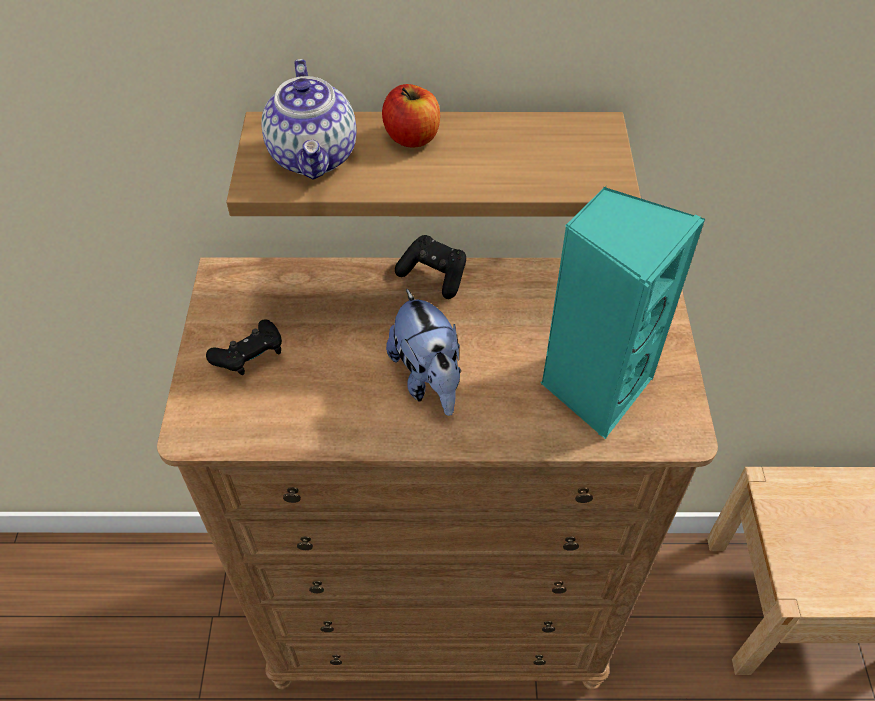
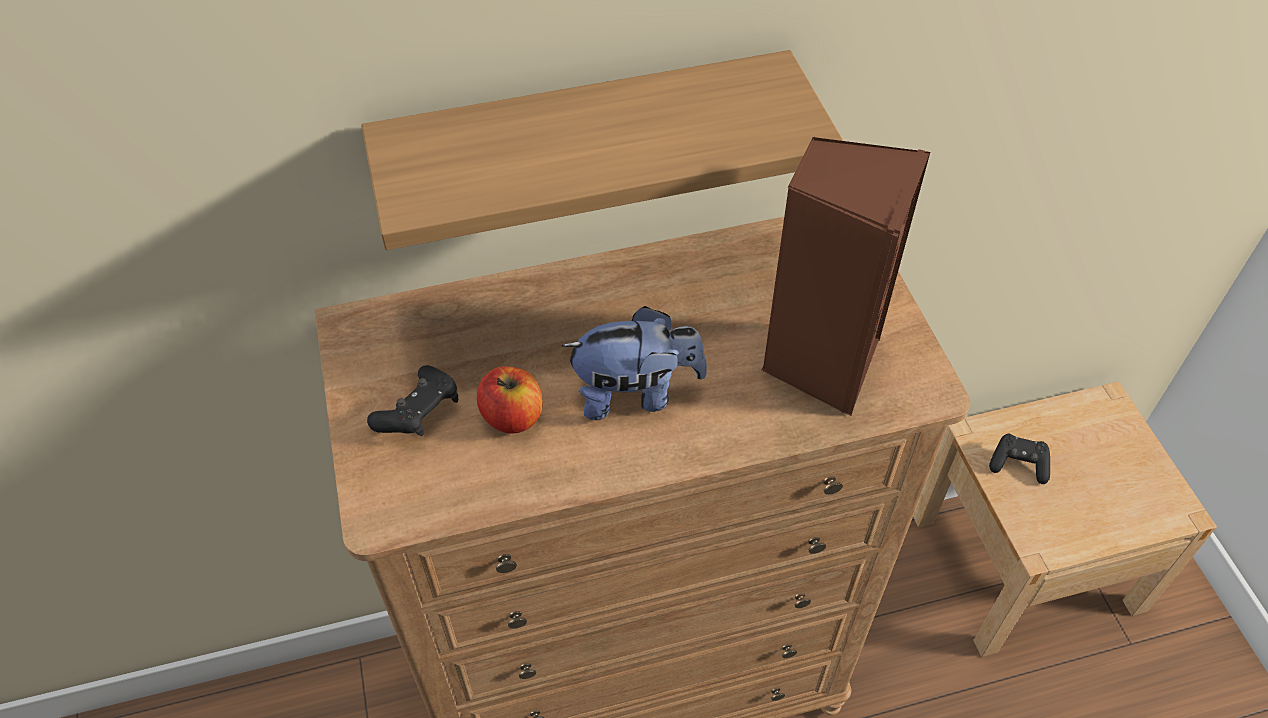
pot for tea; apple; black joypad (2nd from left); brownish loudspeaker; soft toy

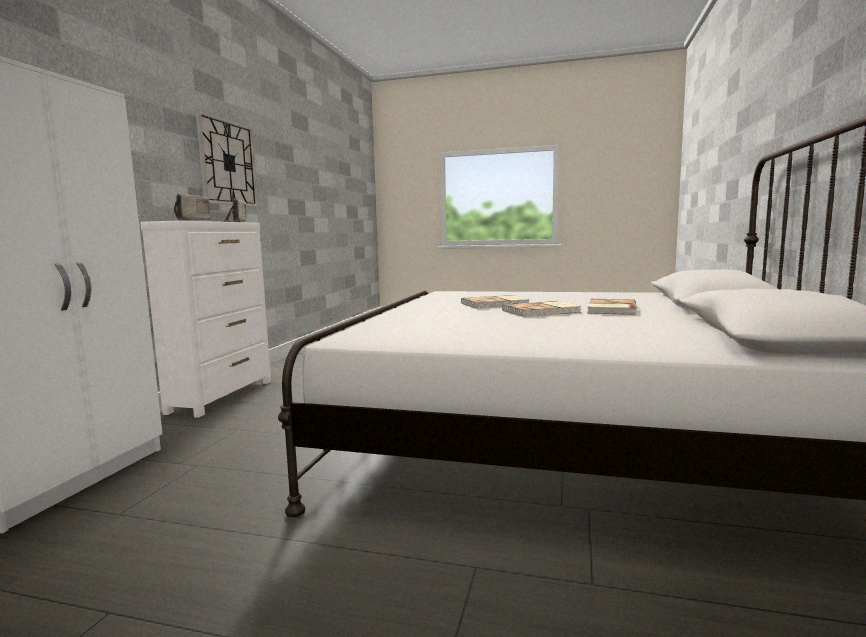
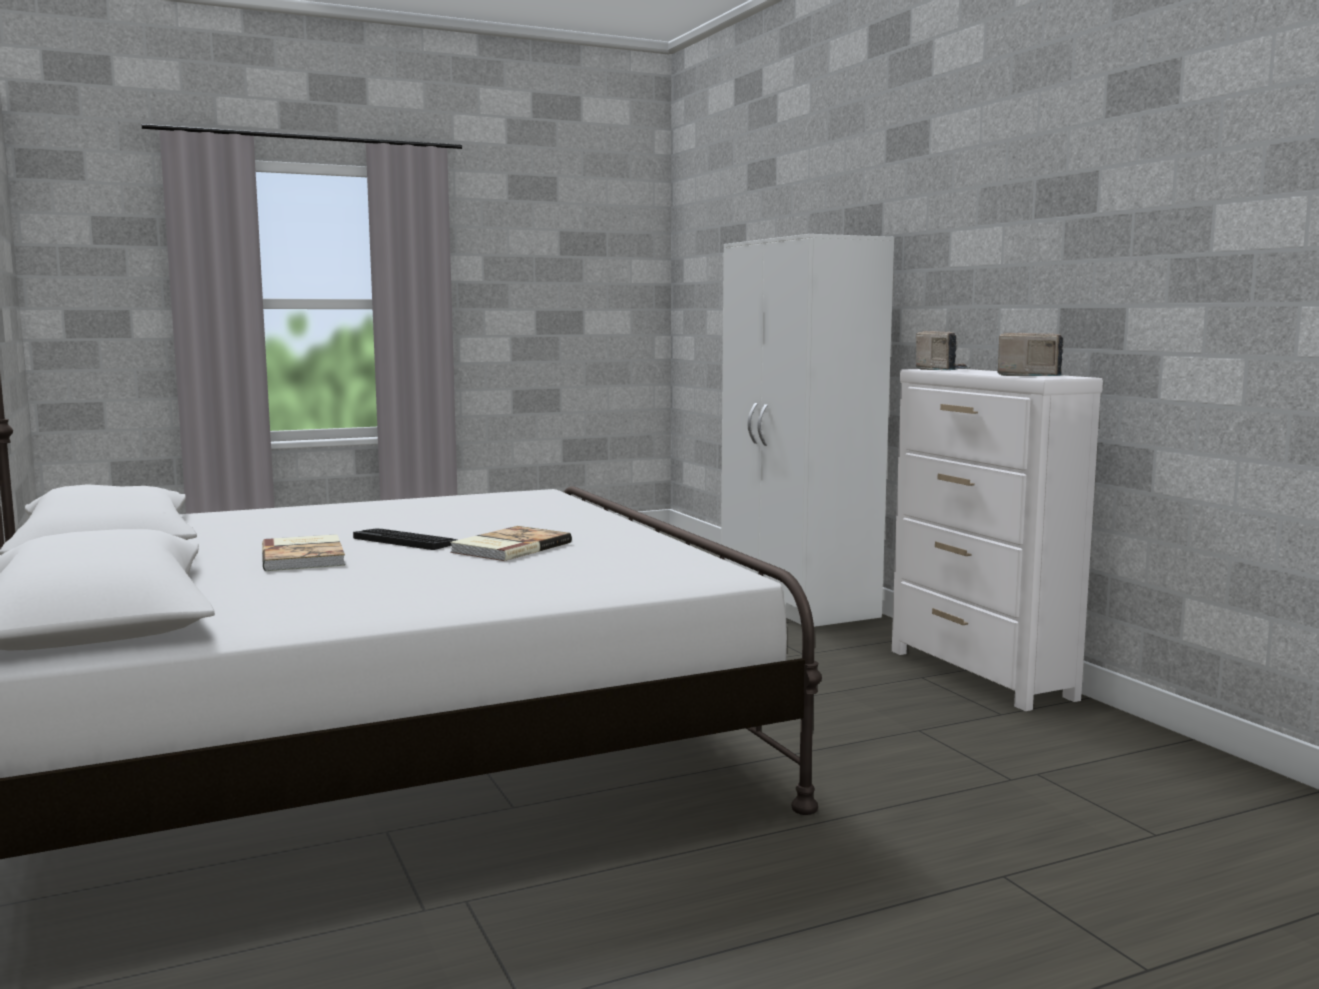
clock on the wall; PC keyboard

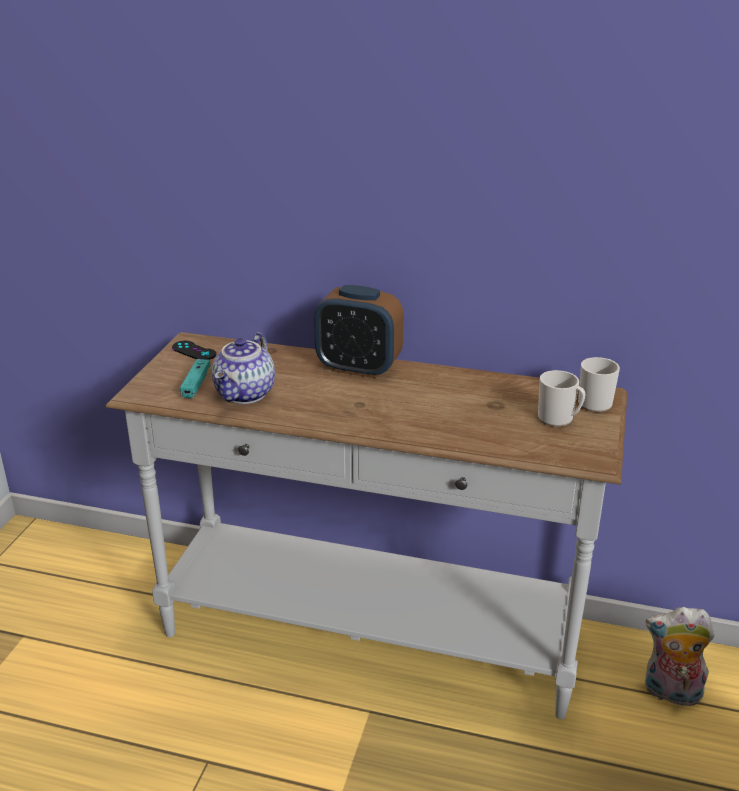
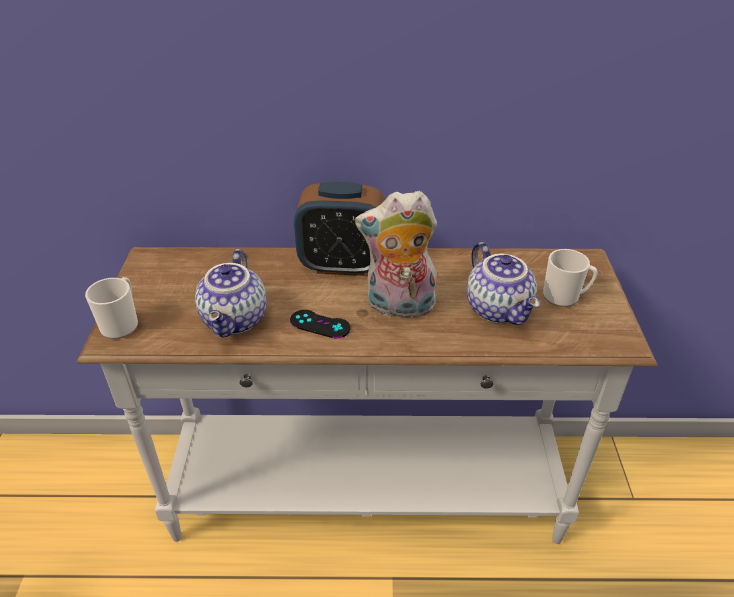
blue-green joypad; pot for tea (2nd from left); black joypad; coffee mug (1st from left); soft toy

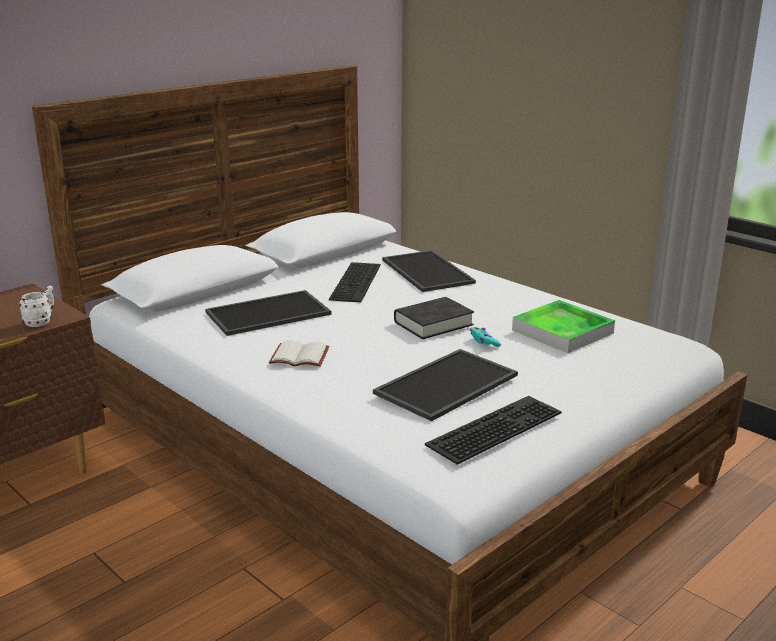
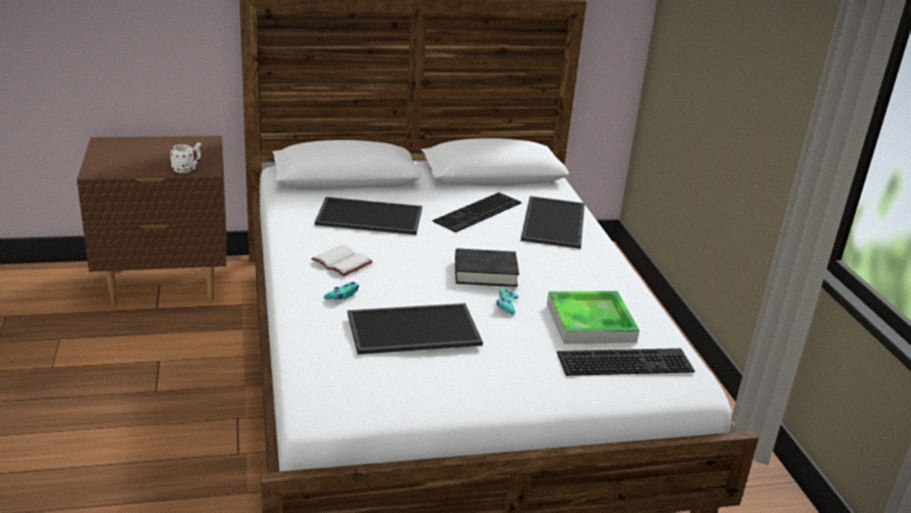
blue-green joypad (1st from left); PC keyboard (2nd from left)

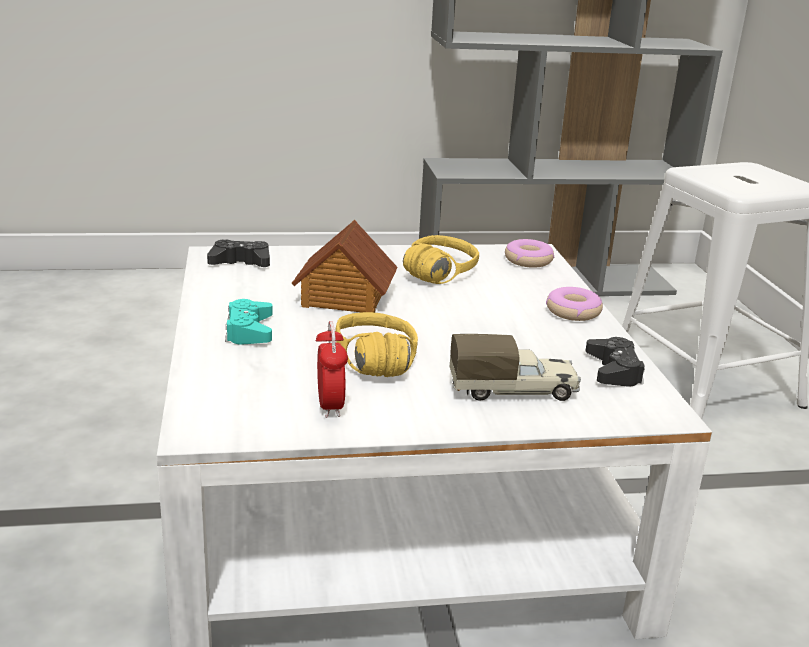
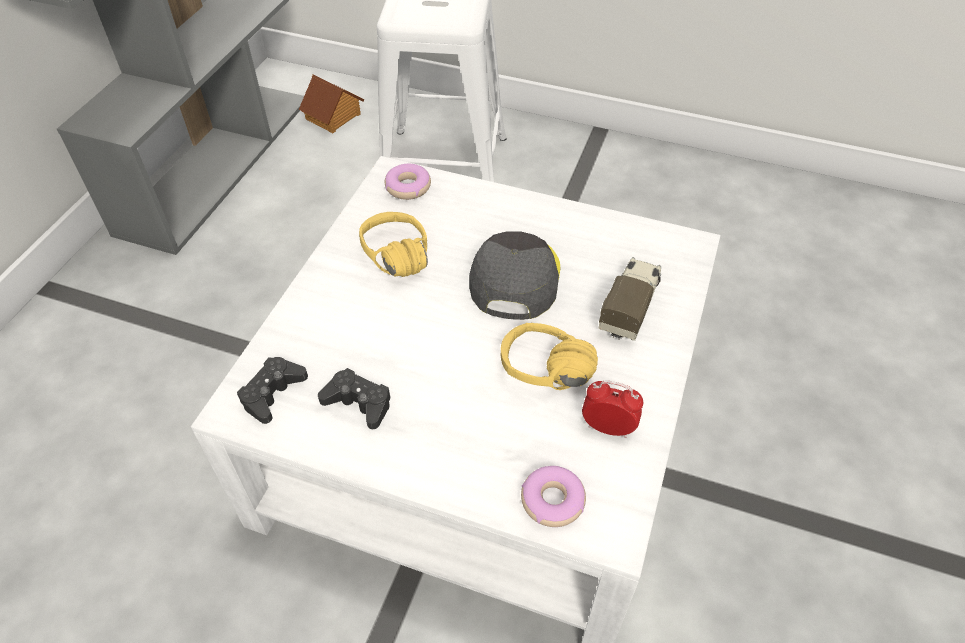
blue-green joypad; gray peaked cap; model house; ring doughnut (2nd from left); black joypad (2nd from left)

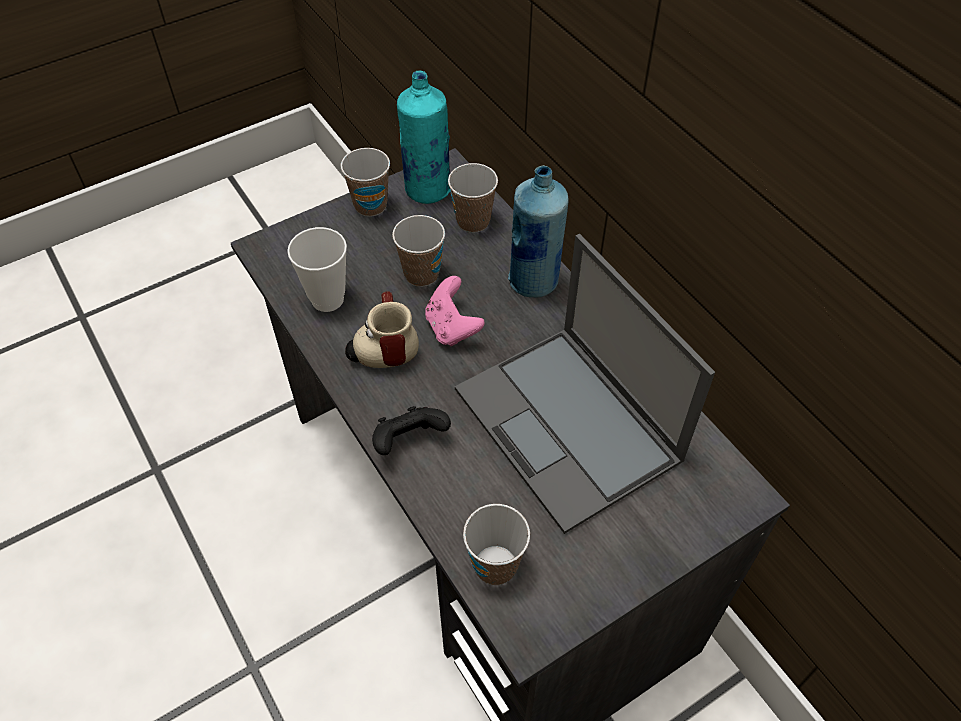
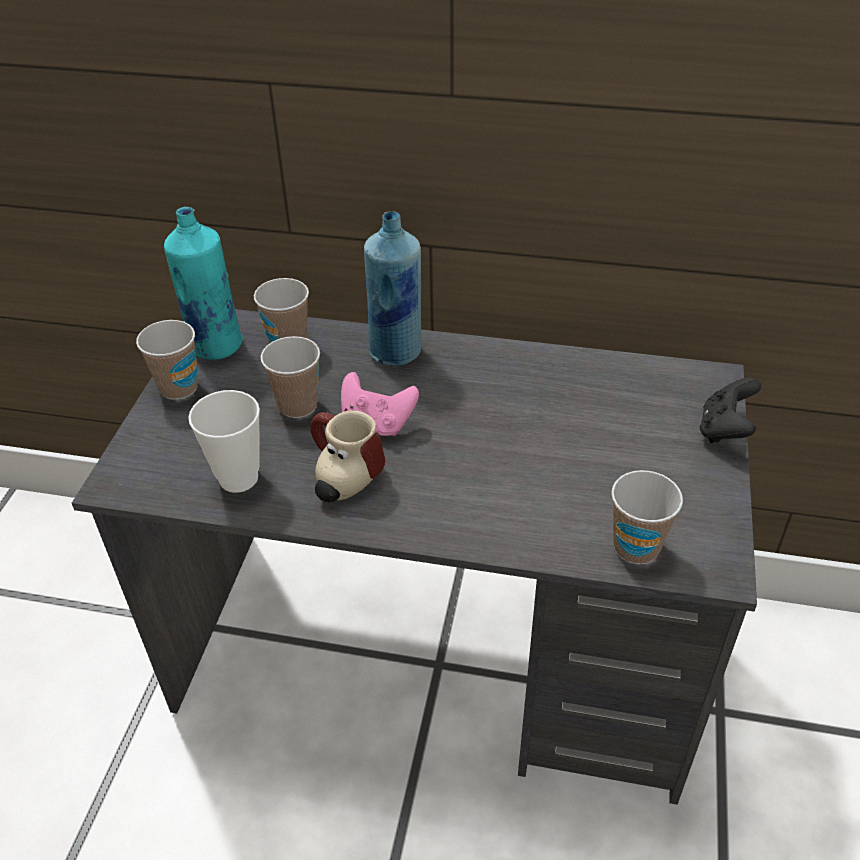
notebook computer; black joypad

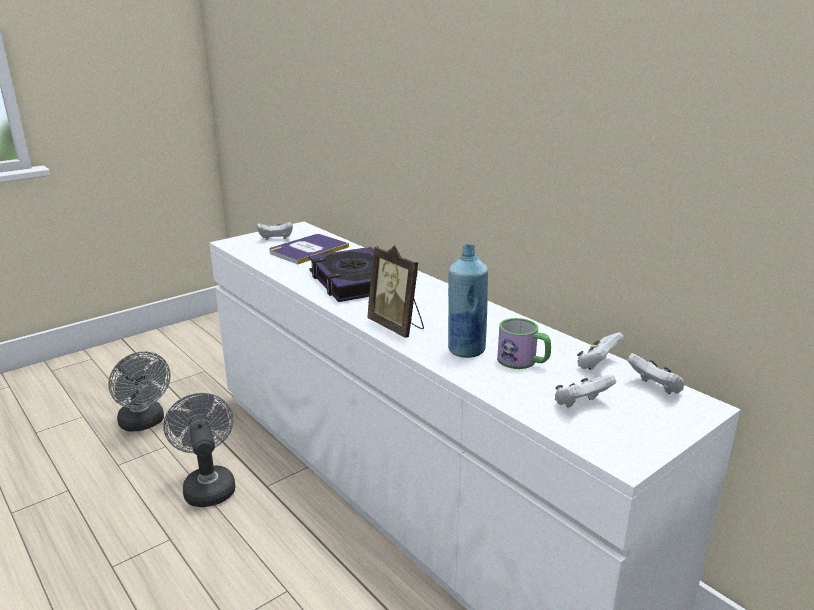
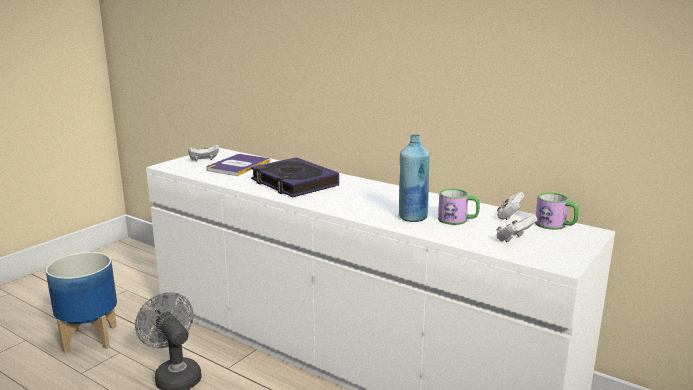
standing frame; planter; coffee mug (2nd from left)

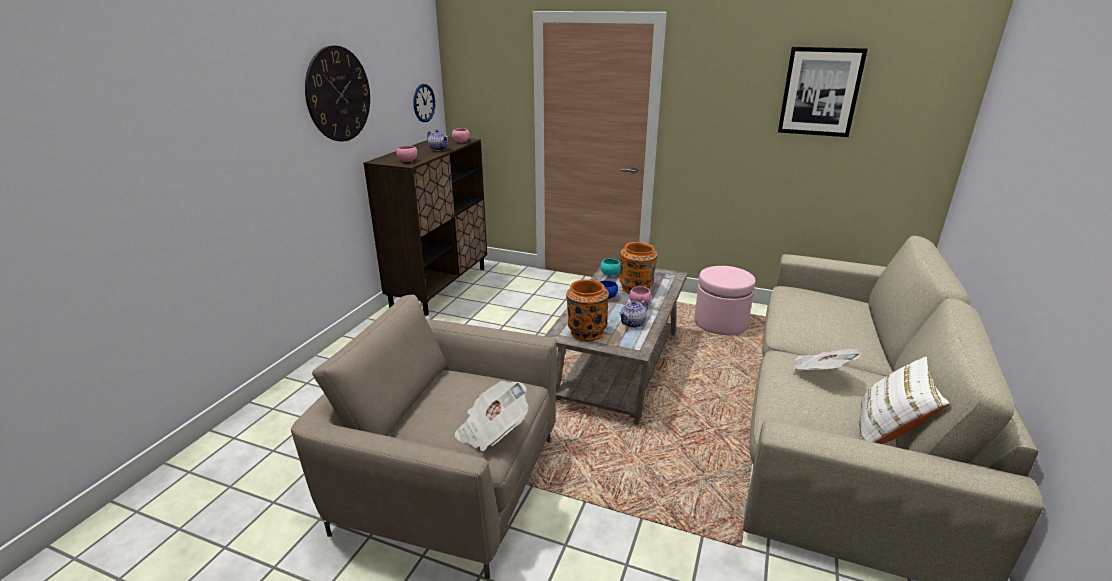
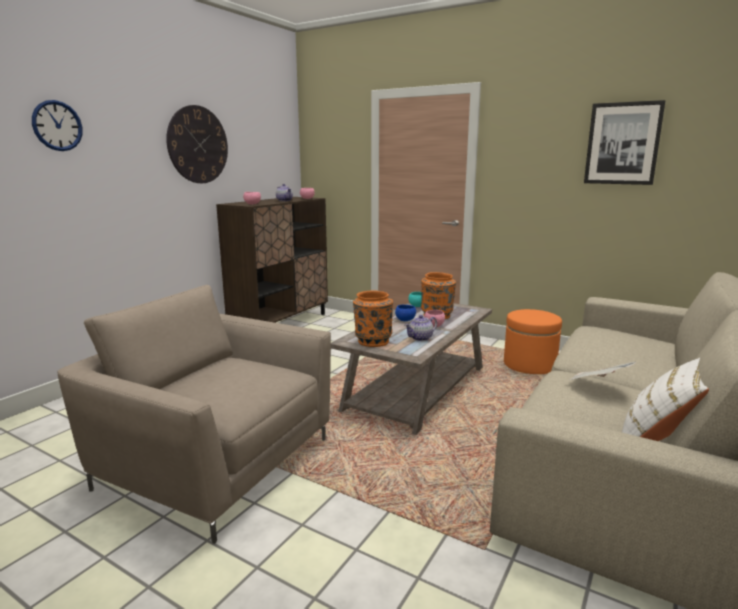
printed paper (1st from left in the first image); clock on the wall (1st from left); orangey pouffe

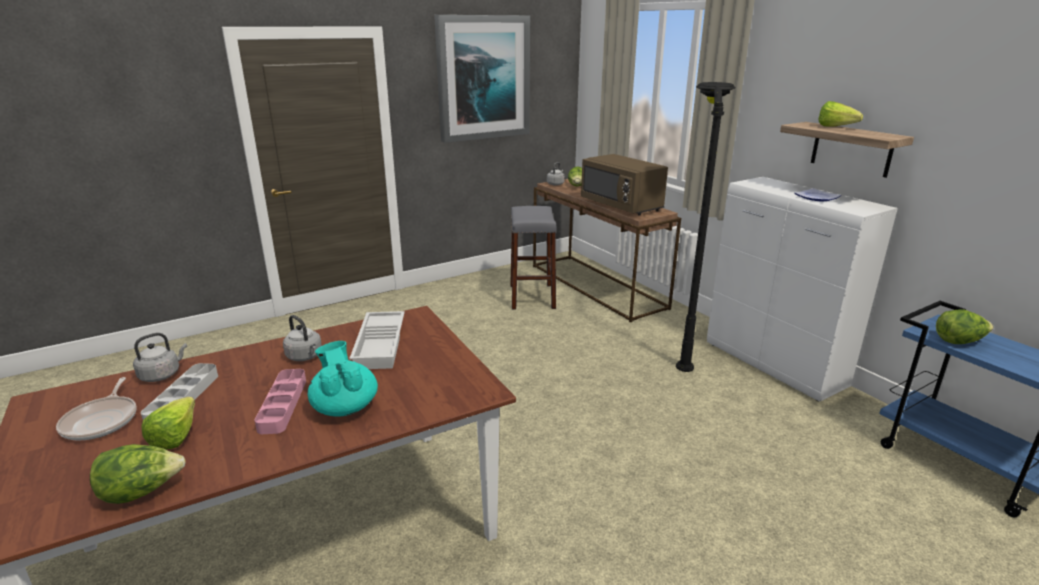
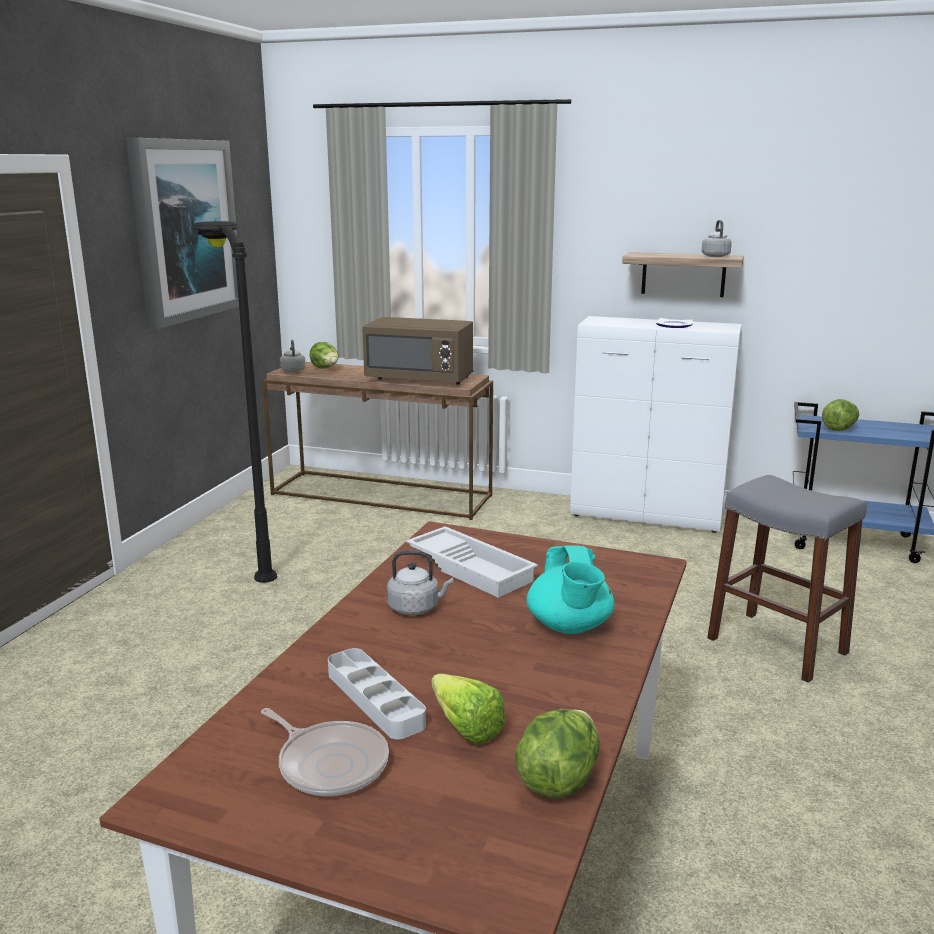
pink-coloured carrying tray; head of lettuce (4th from left in the first image); gray water kettle (3rd from left); gray stool; black floor lamp; blue-green pot for tea

